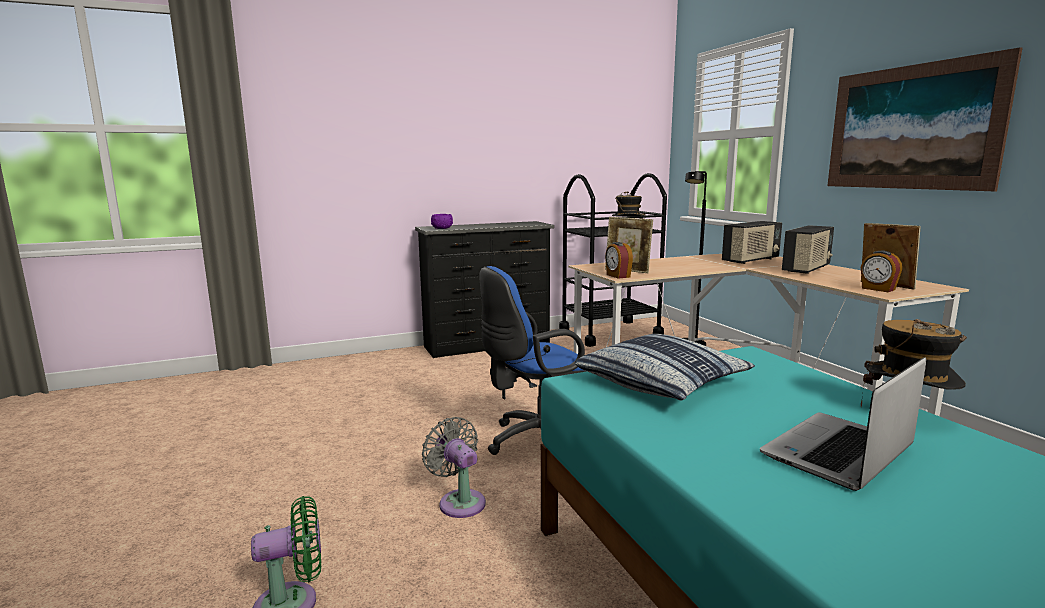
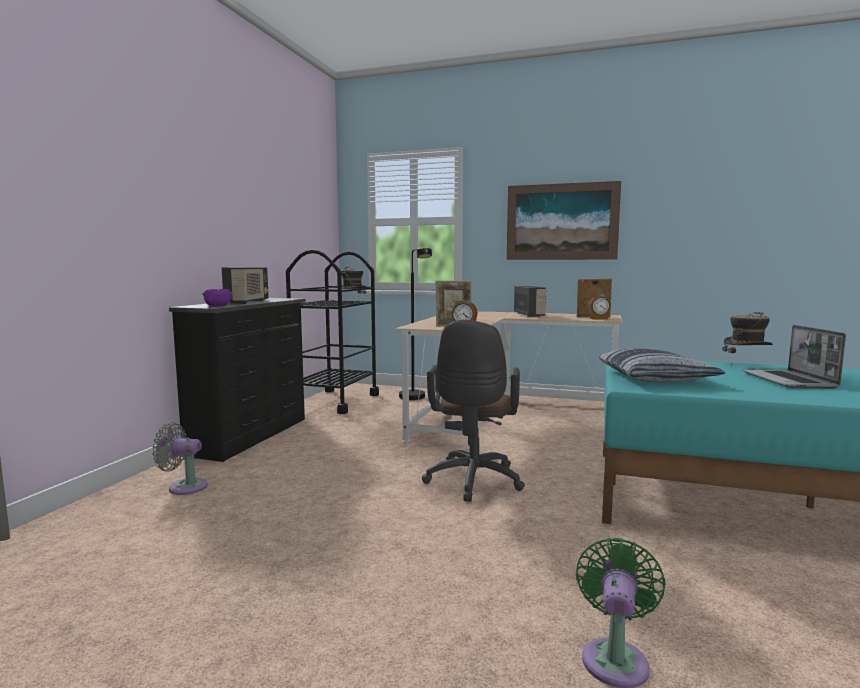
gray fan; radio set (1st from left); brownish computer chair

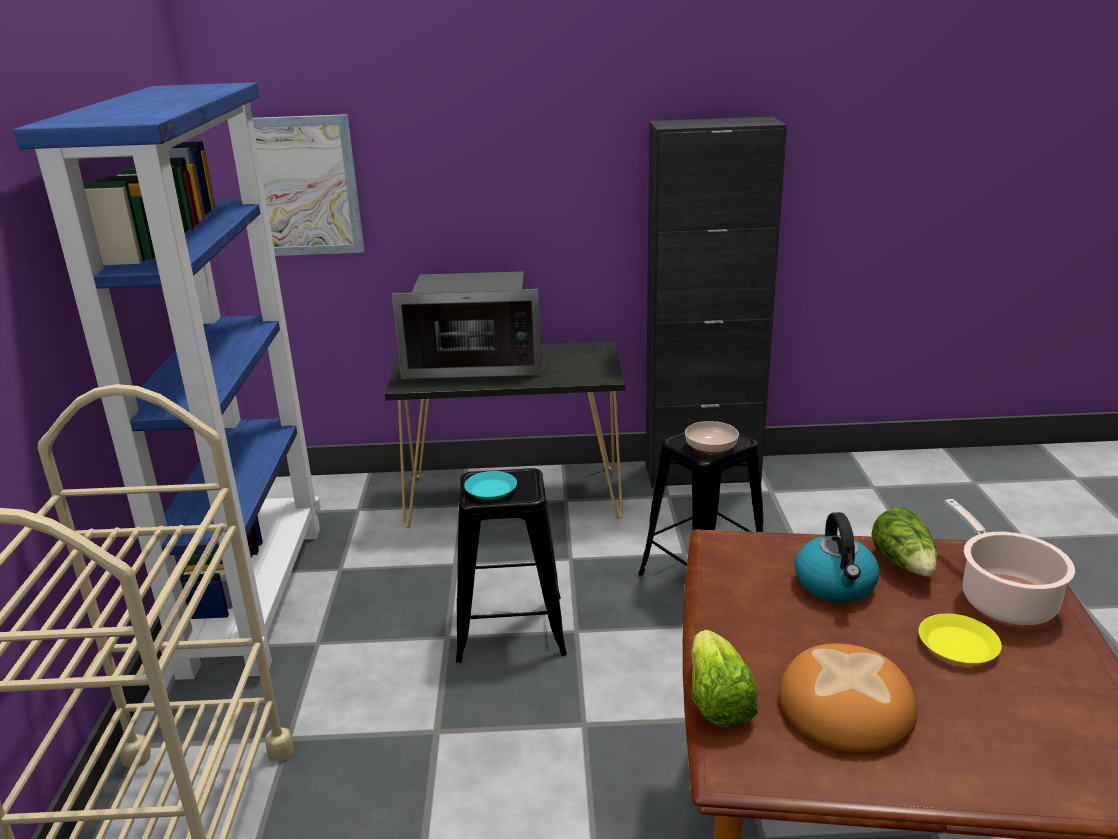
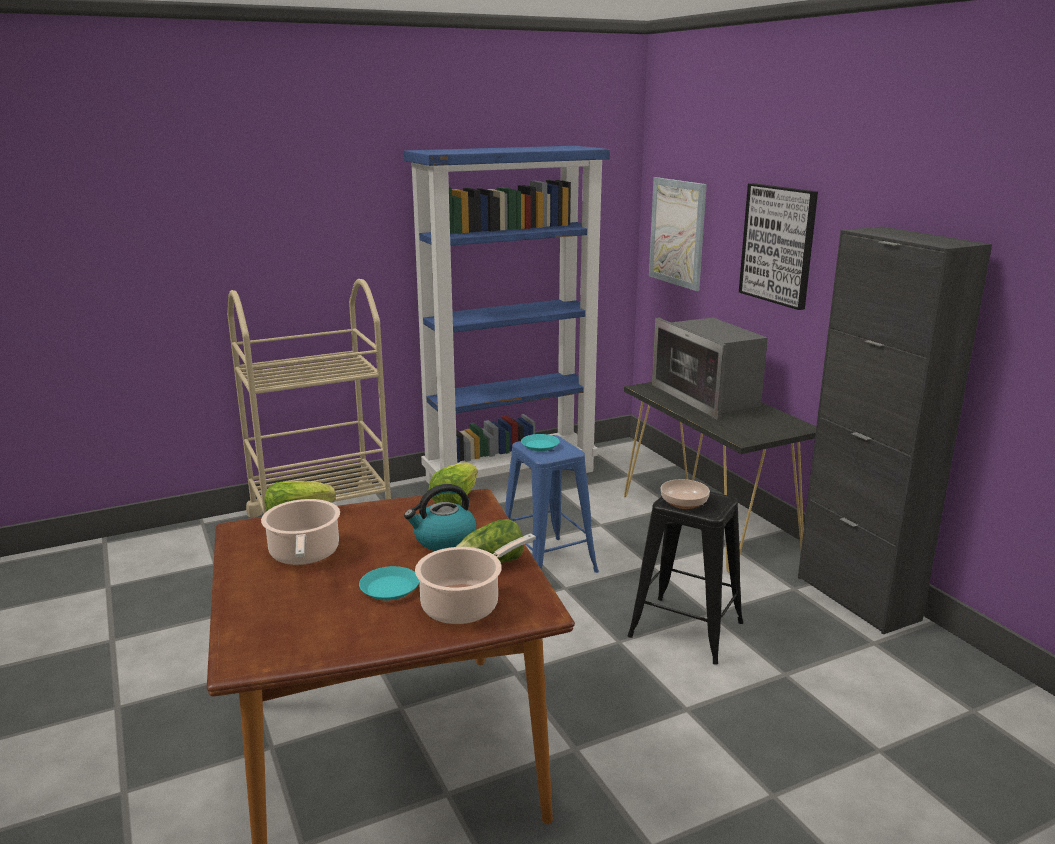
head of lettuce (2nd from left); wall art (2nd from left); saucepot (1st from left); blue stool; blue-green plate (1st from left)

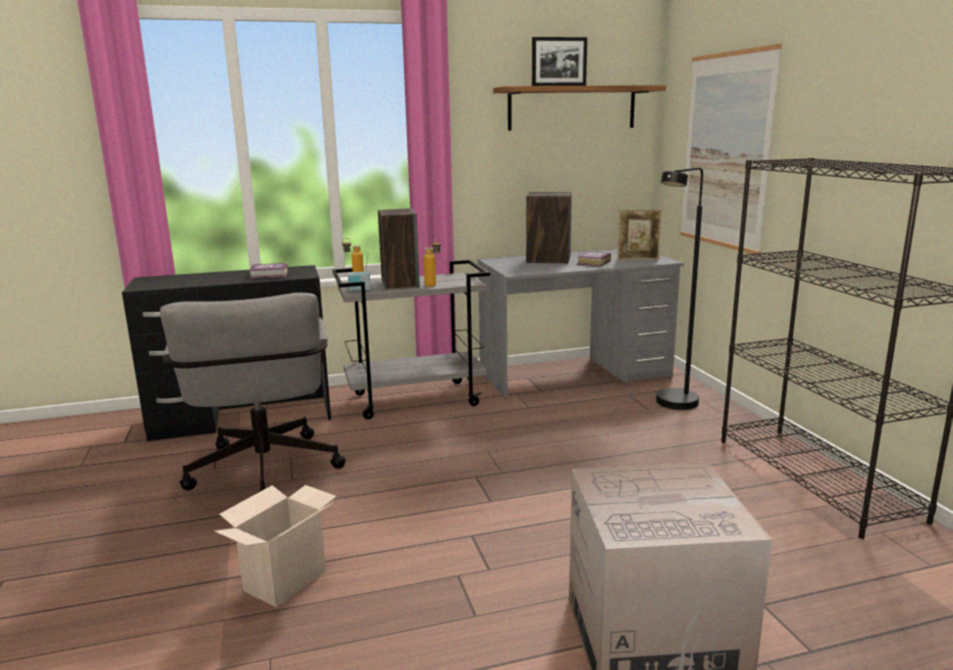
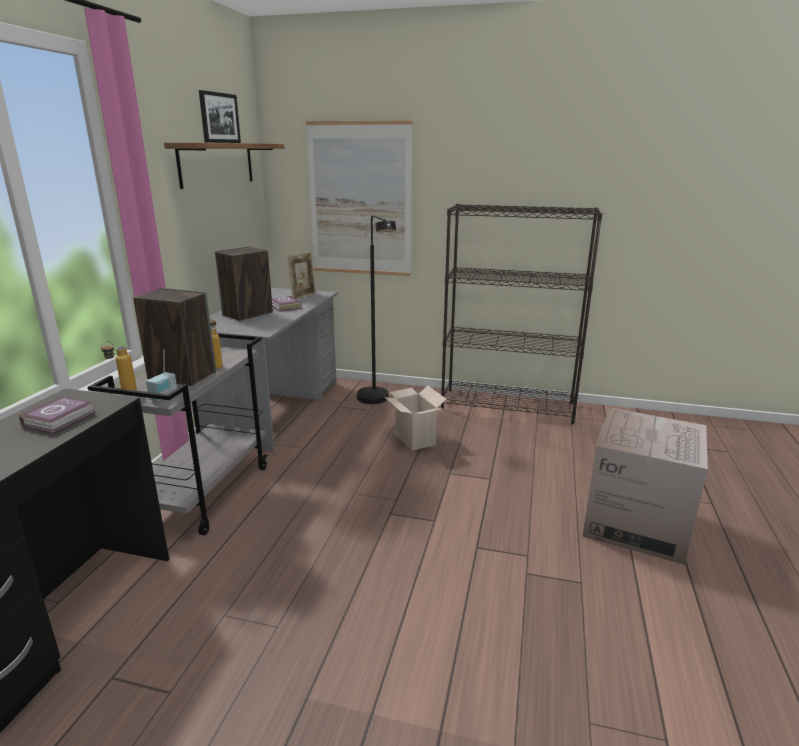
gray computer chair; packing box (1st from left)

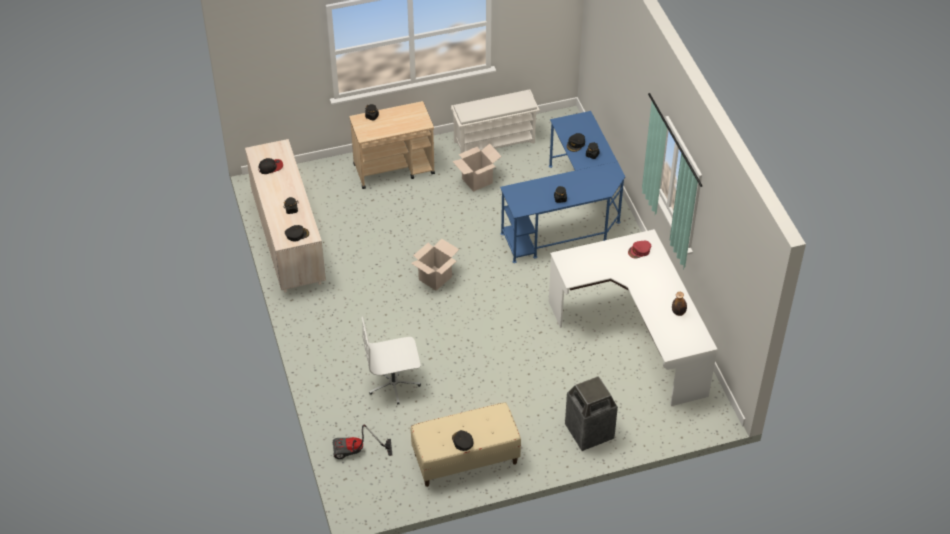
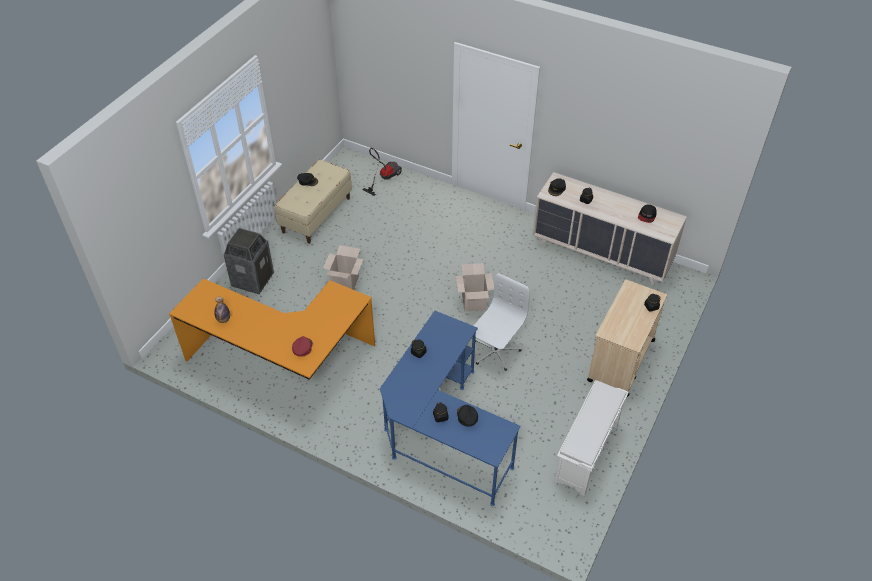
white-coloured computer chair; packing box (1st from left); orangey desk unit

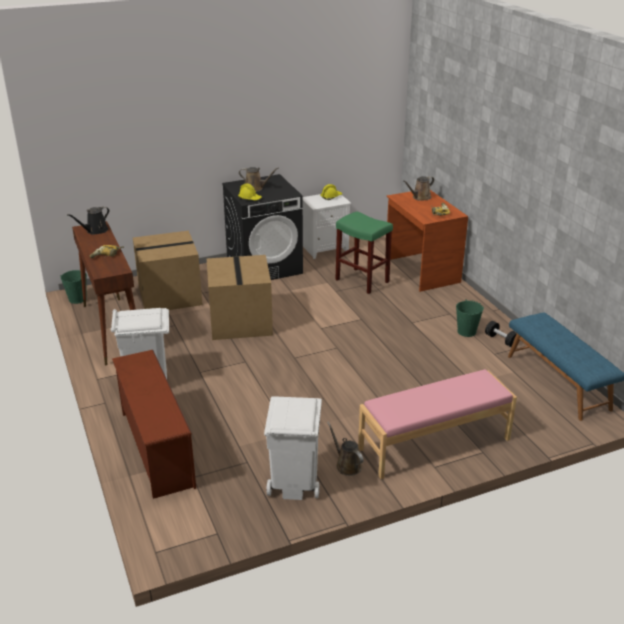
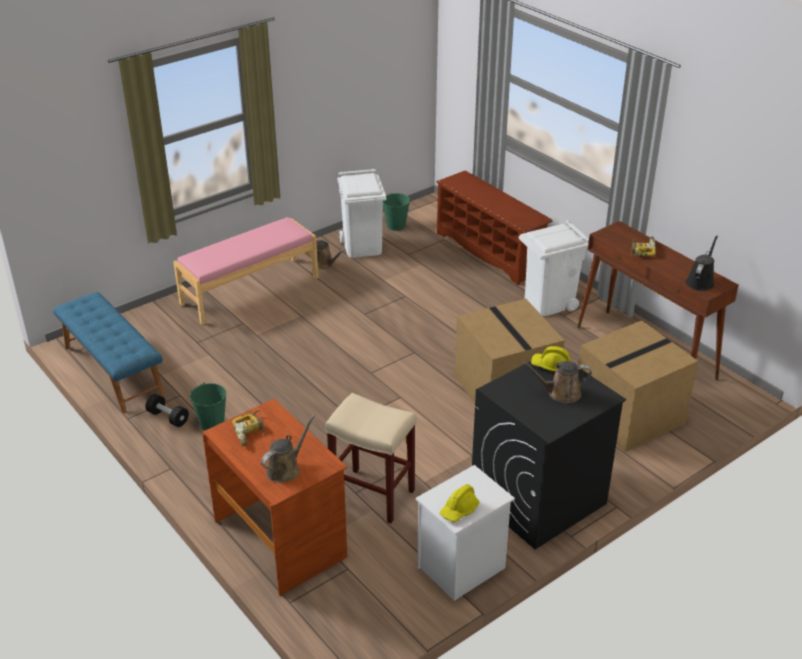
greenish pail (2nd from left); sand-coloured stool

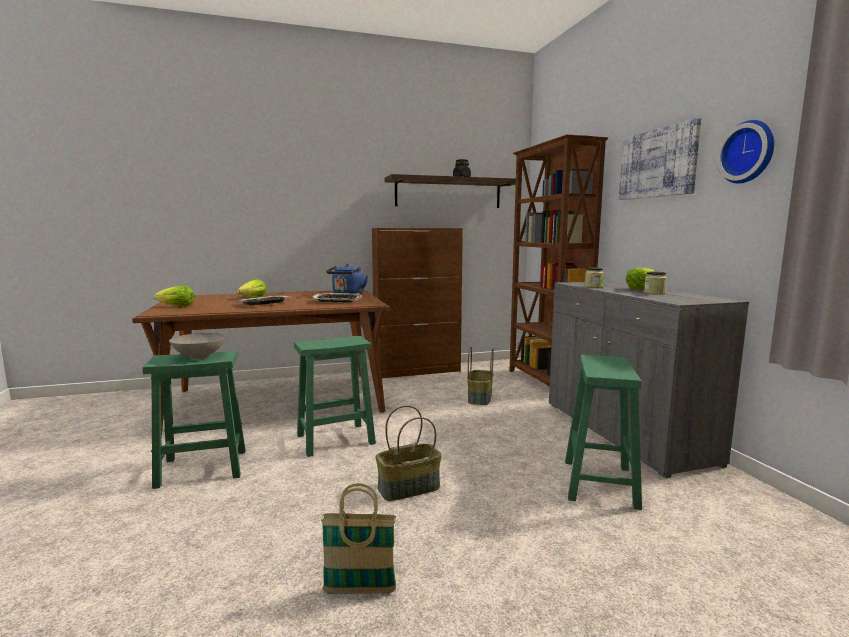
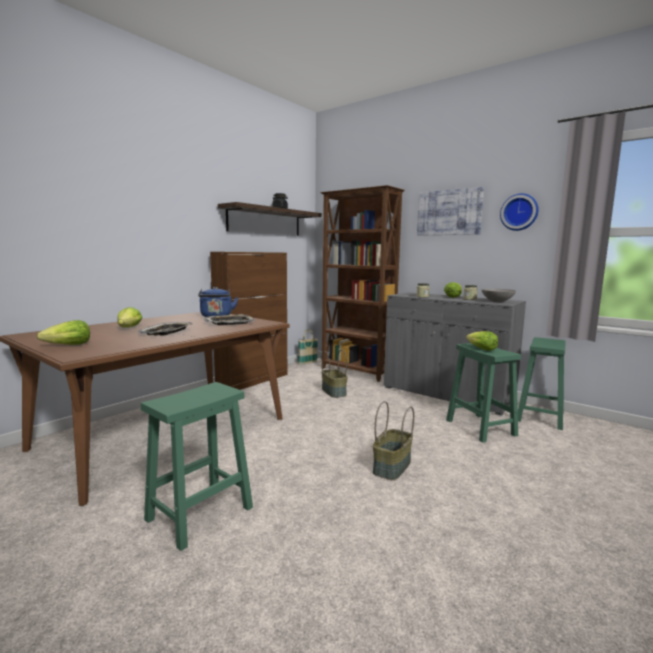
head of lettuce (4th from left); gray serving bowl; greenish stool (3rd from left); basket (1st from left)

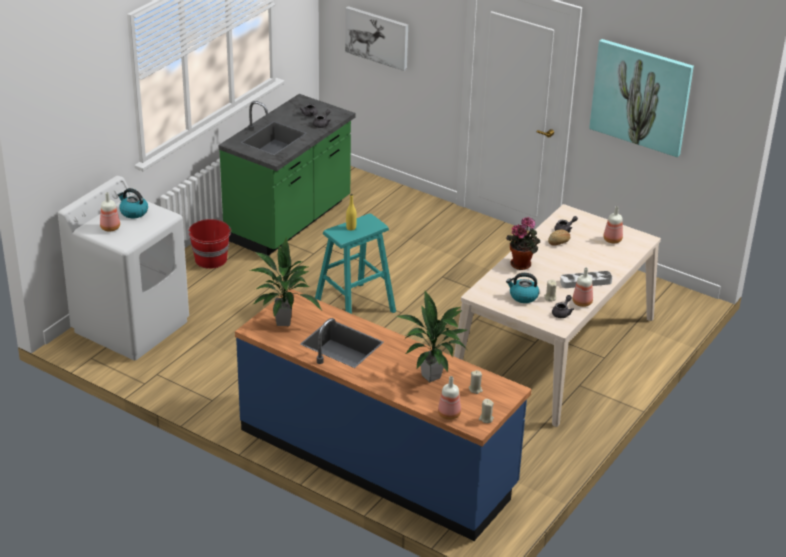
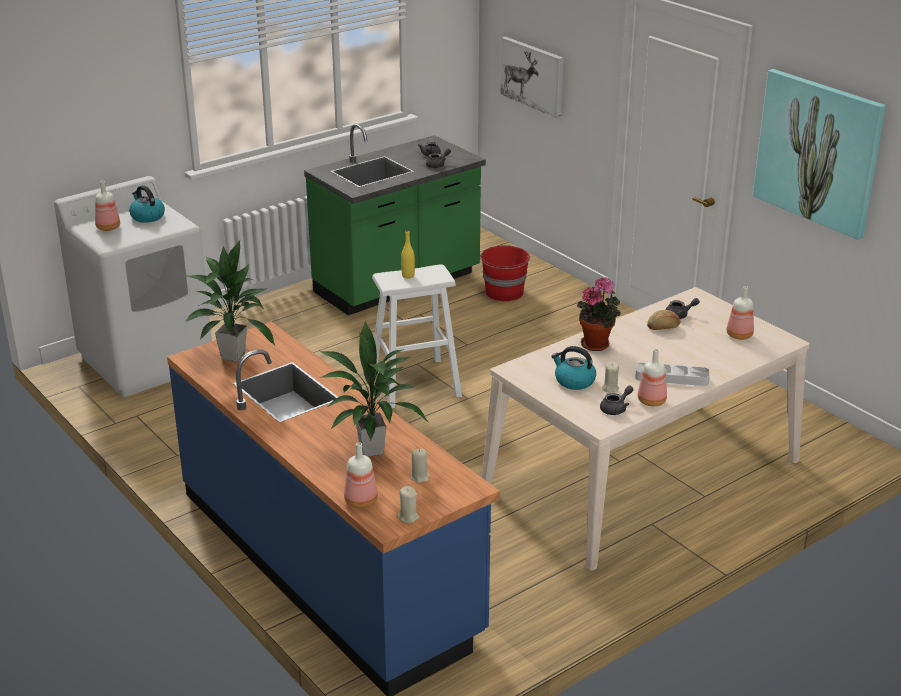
reddish pail; white-coloured stool

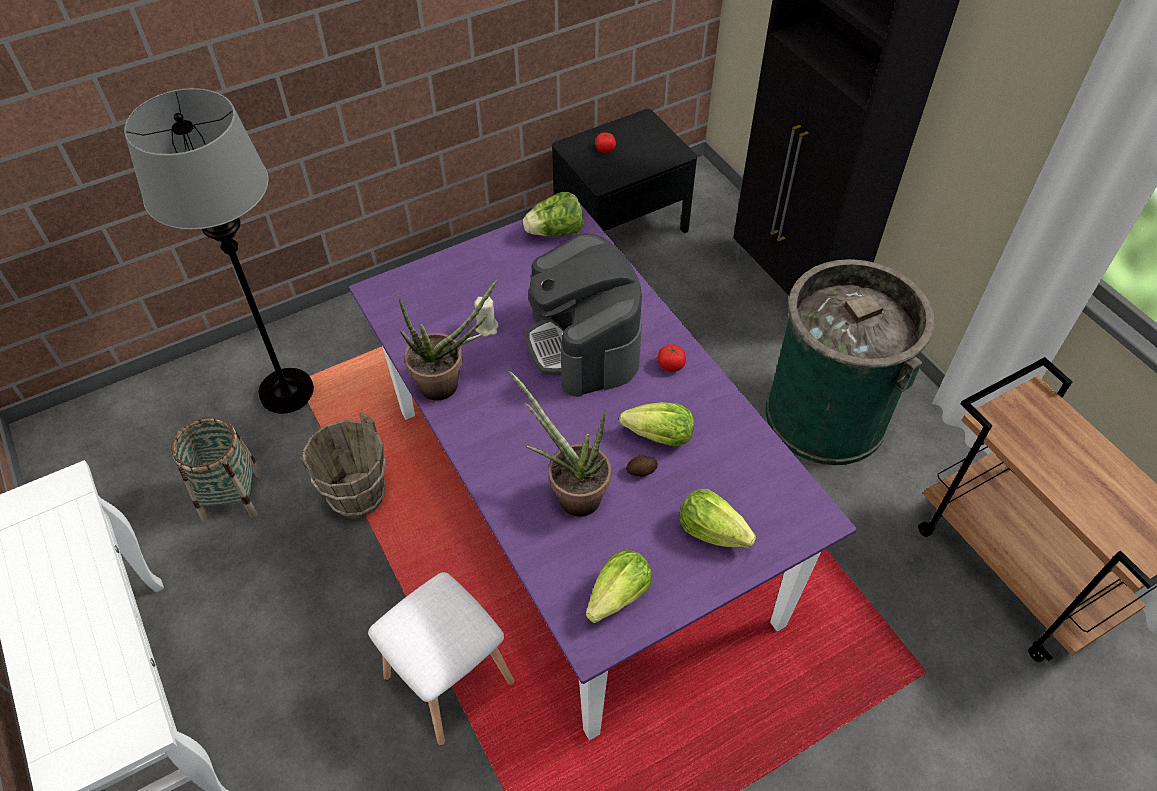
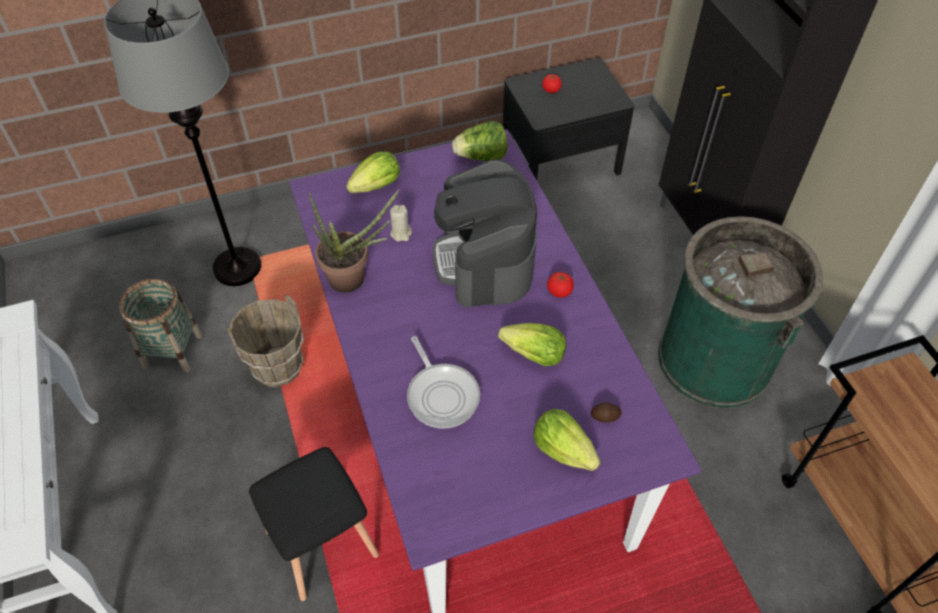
head of lettuce (1st from left); whole potato; skillet; black stool

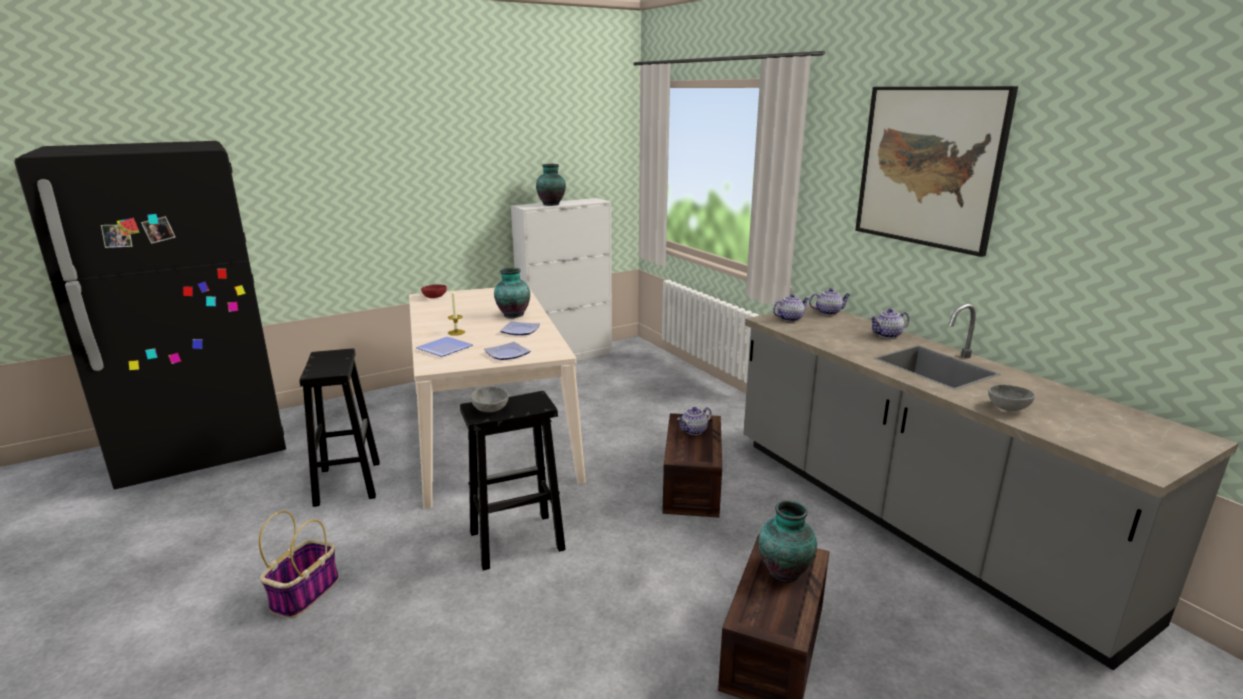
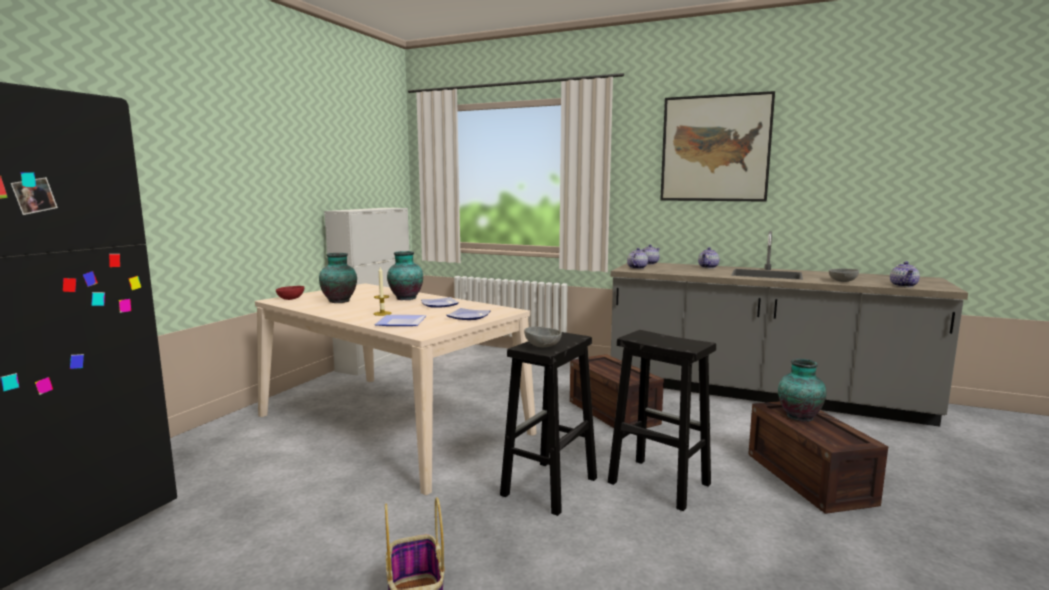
black stool (2nd from left); vase (1st from left); pot for tea (4th from left)

